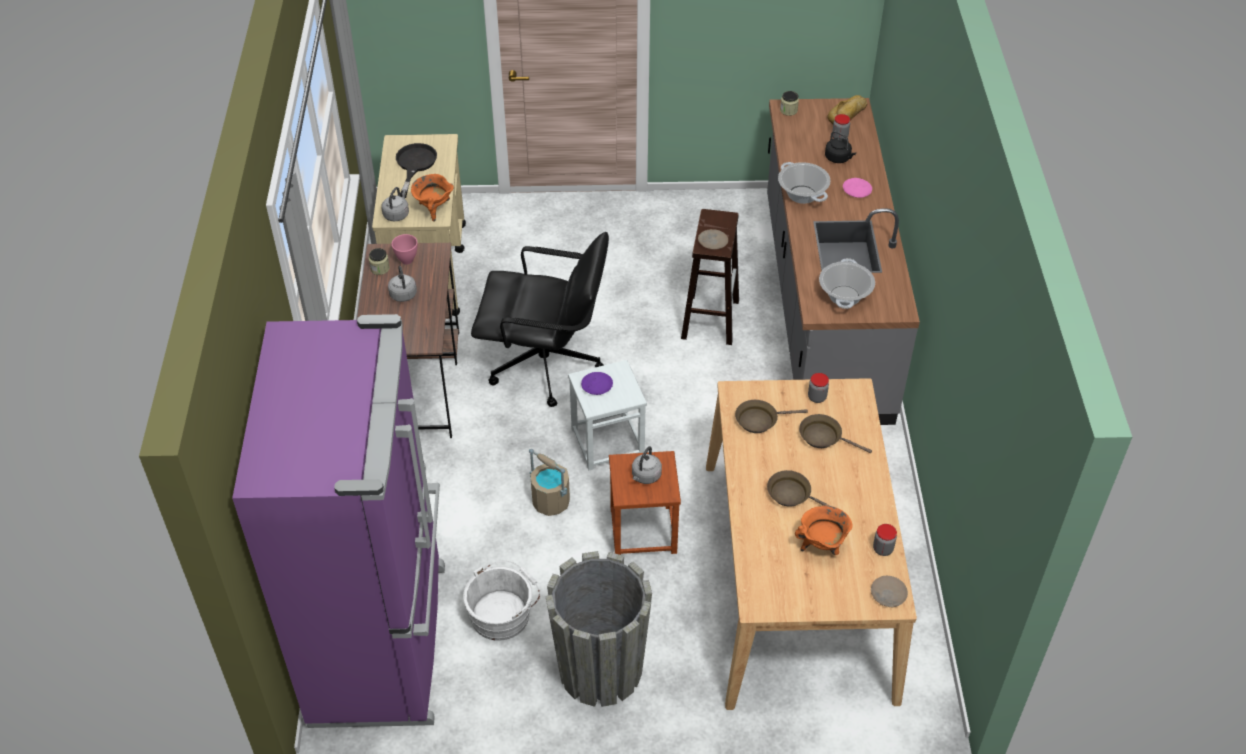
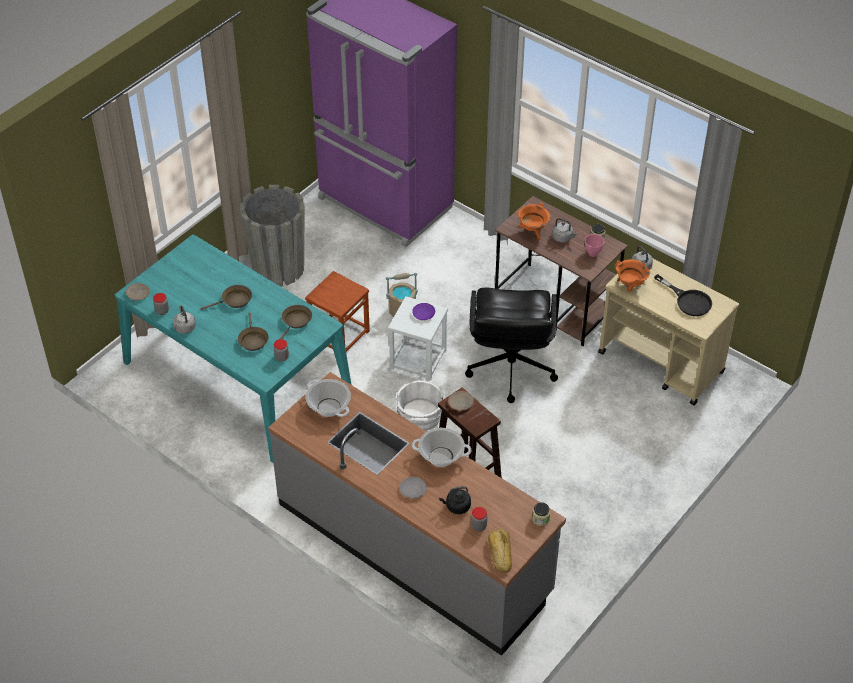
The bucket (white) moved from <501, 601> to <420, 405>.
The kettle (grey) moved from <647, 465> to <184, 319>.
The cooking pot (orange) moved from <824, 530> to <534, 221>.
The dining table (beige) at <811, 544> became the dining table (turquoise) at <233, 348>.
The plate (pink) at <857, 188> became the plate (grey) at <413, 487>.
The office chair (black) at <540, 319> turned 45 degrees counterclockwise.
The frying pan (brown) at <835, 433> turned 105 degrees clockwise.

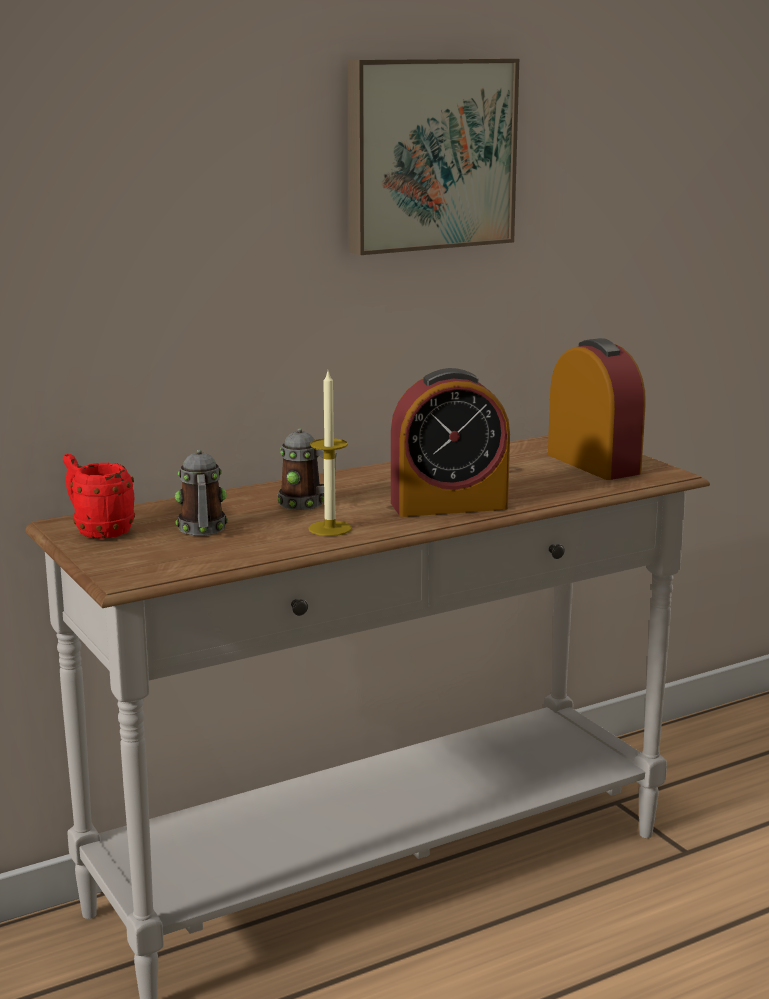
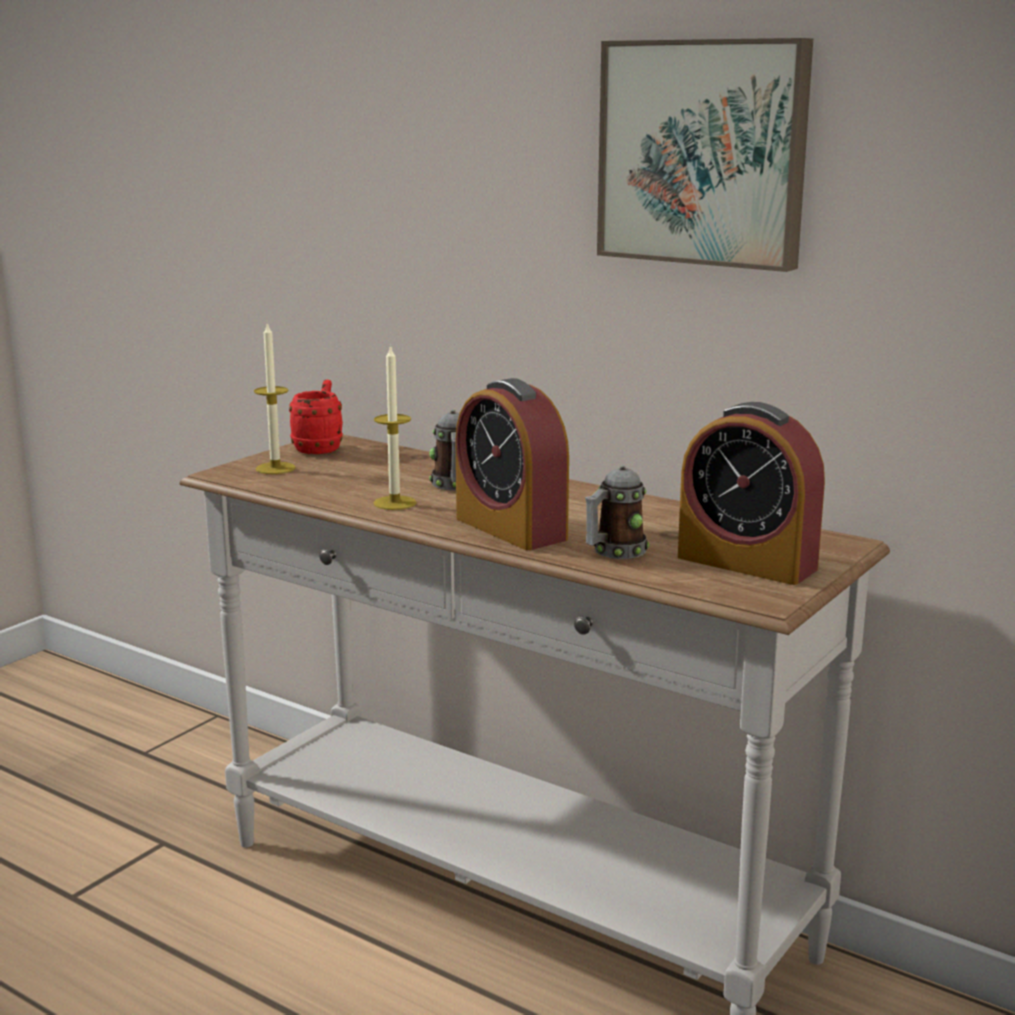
The candle at <275, 398> appeared.
The mug moved from <201, 493> to <617, 512>.
The alarm clock at <597, 409> turned 90 degrees clockwise.

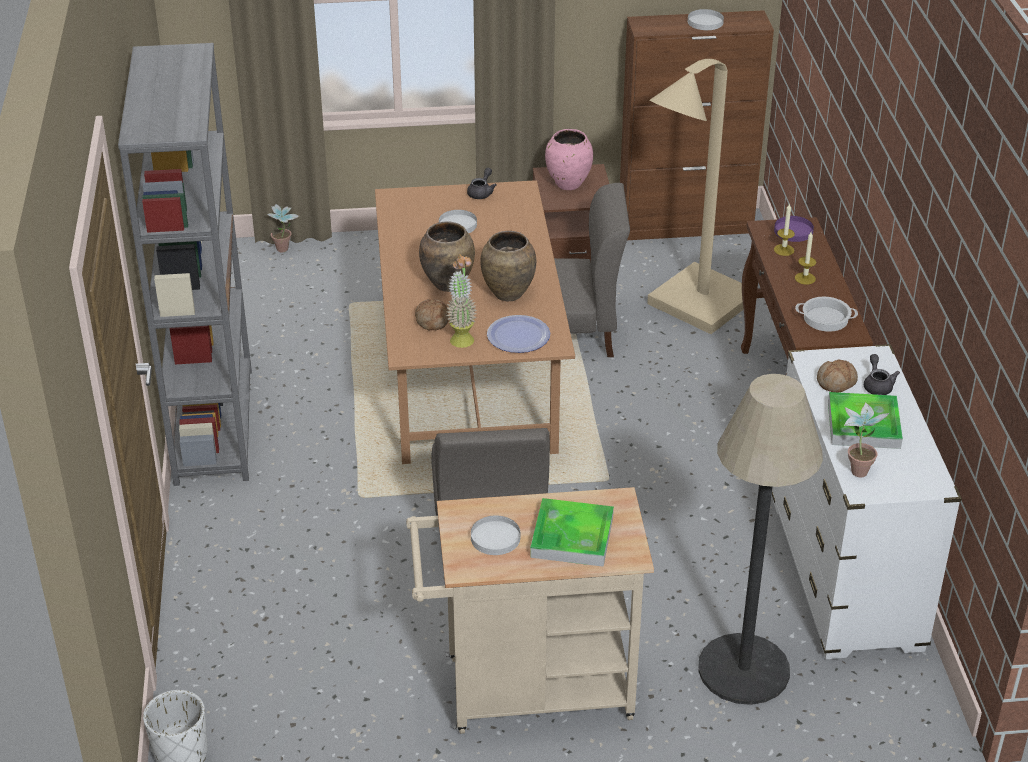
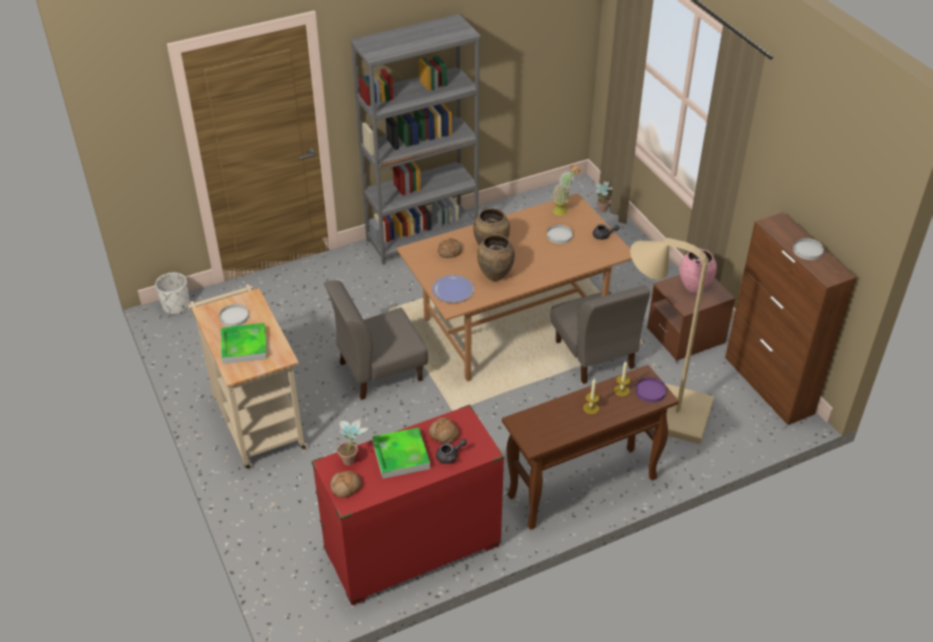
The floor lamp at <760, 539> disappeared.
The cooking pot at <826, 314> disappeared.
The bread at <345, 484> appeared.
The potted plant moved from <461, 301> to <566, 190>.
The dresser (white) at <867, 501> became the dresser (red) at <408, 504>.

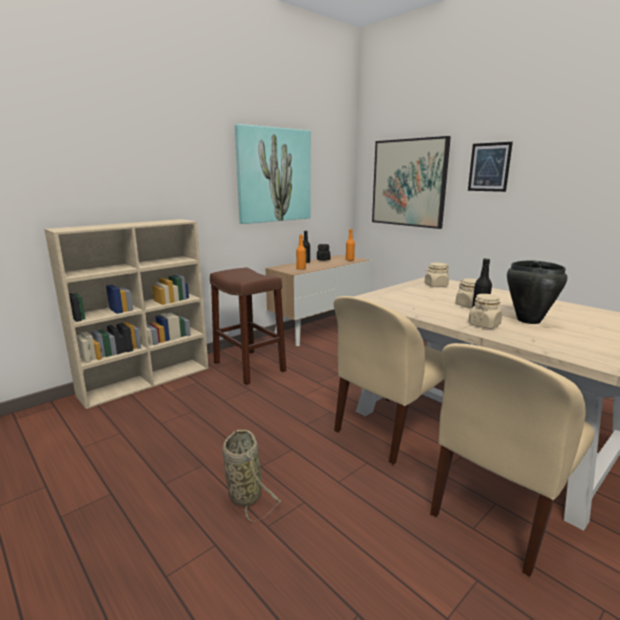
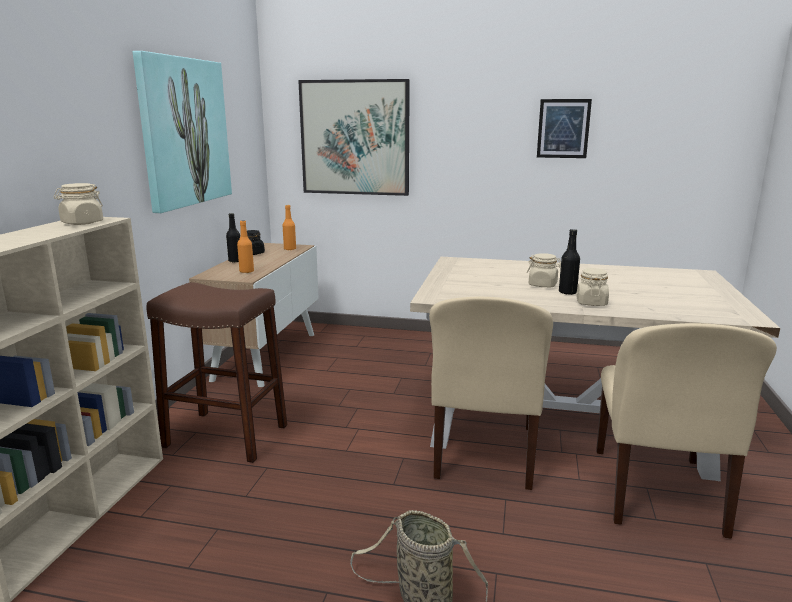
The cooking pot (black) at <537, 292> disappeared.
The jar (beige) moved from <437, 275> to <78, 204>.
The picture moved from <490, 167> to <564, 128>.

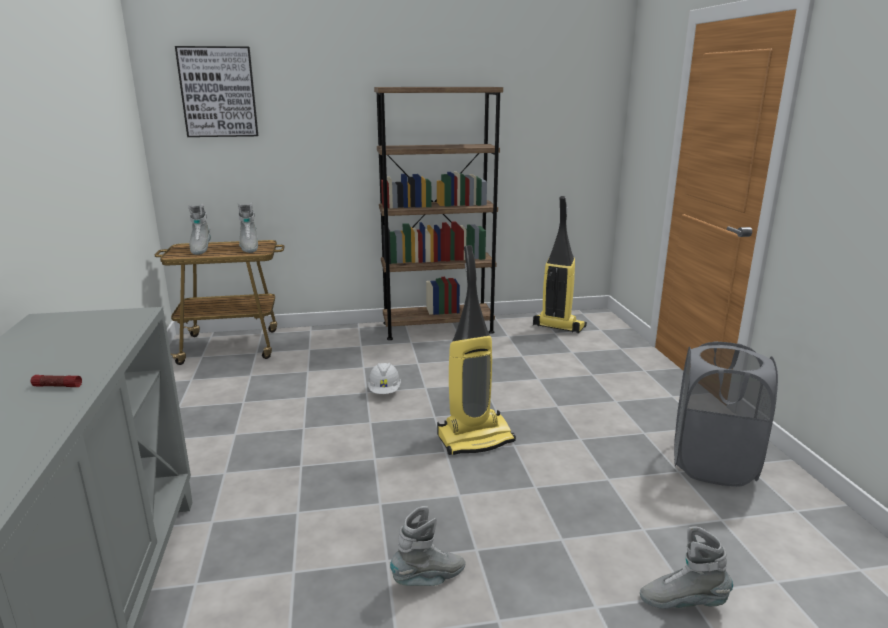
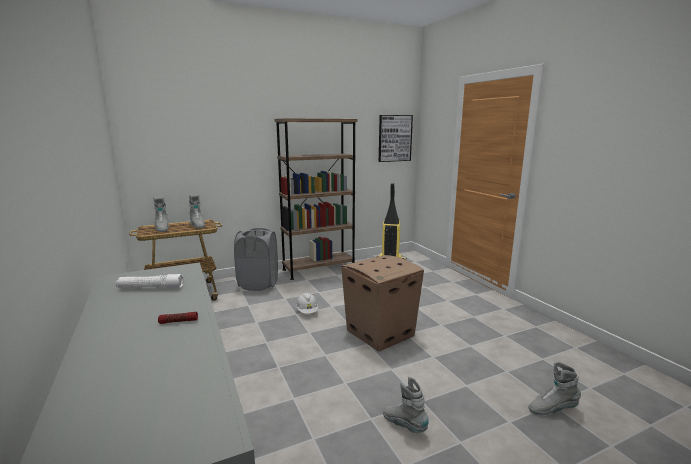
The flashlight (white) at <150, 281> appeared.
The picture moved from <216, 91> to <396, 138>.
The laundry basket (grey) moved from <726, 414> to <256, 259>.
The vacuum cleaner at <476, 350> was replaced by the cardboard box at <382, 303>.
The boot (grey) at <428, 546> turned 90 degrees counterclockwise.

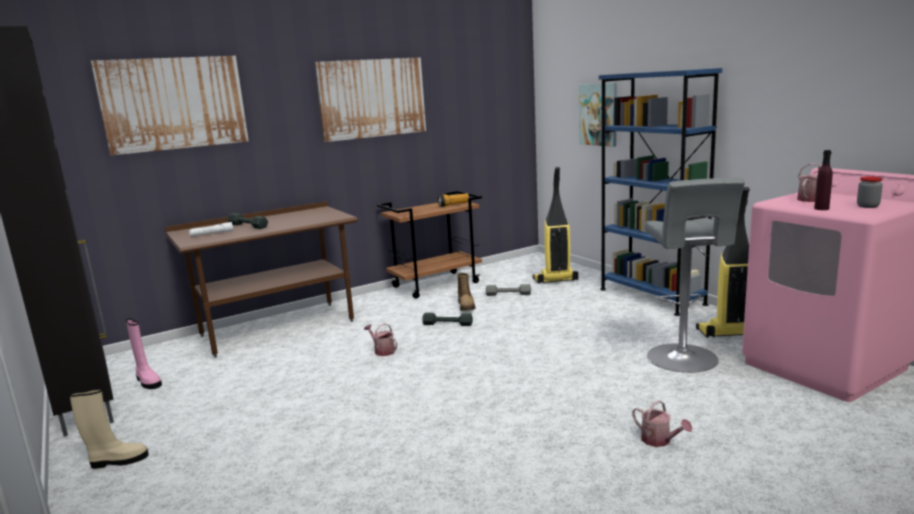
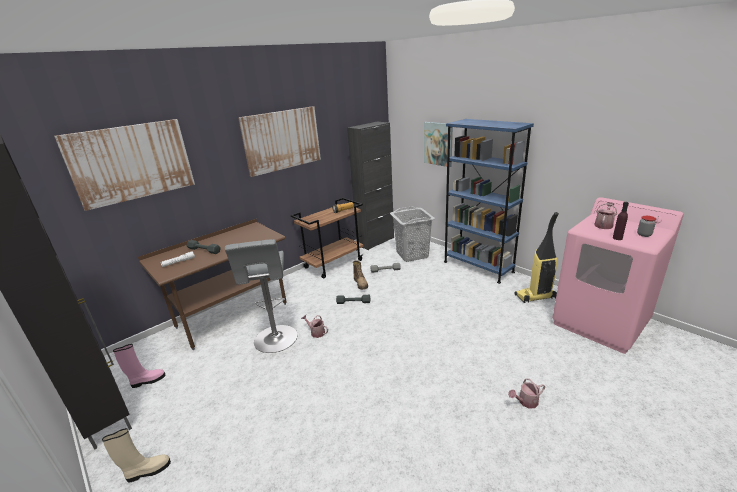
The cabinet (black) at <370, 186> appeared.
The stool (grey) moved from <694, 275> to <261, 296>.
The vacuum cleaner at <555, 225> was replaced by the laundry basket (grey) at <412, 234>.
The boot (pink) at <144, 353> turned 60 degrees counterclockwise.
The watering can at <662, 423> turned 120 degrees clockwise.

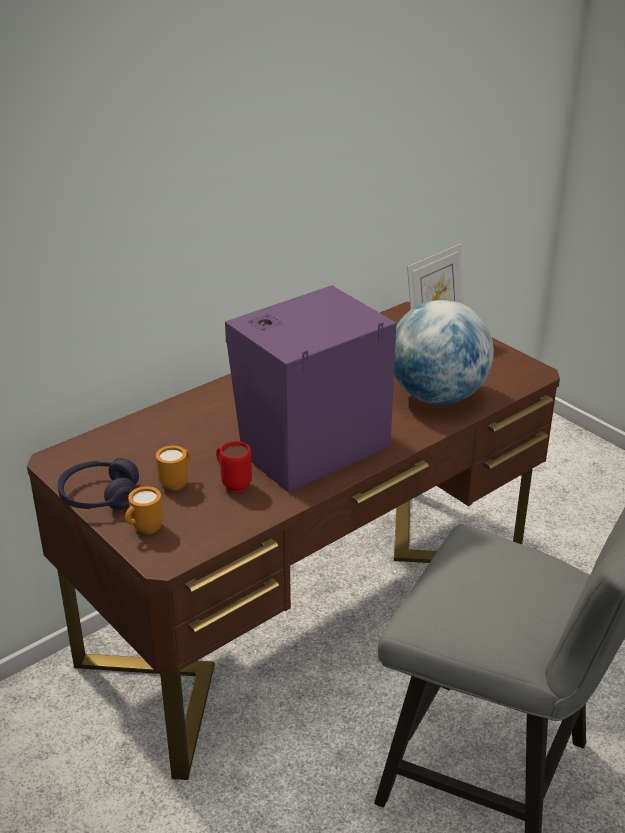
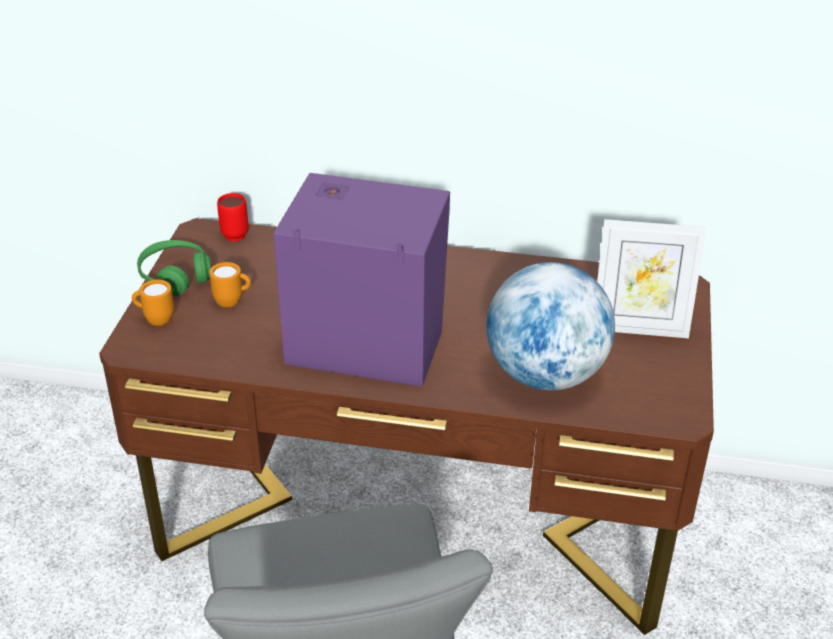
The mug (red) moved from <234, 467> to <233, 217>.
The headphones (purple) at <98, 484> became the headphones (green) at <174, 268>.

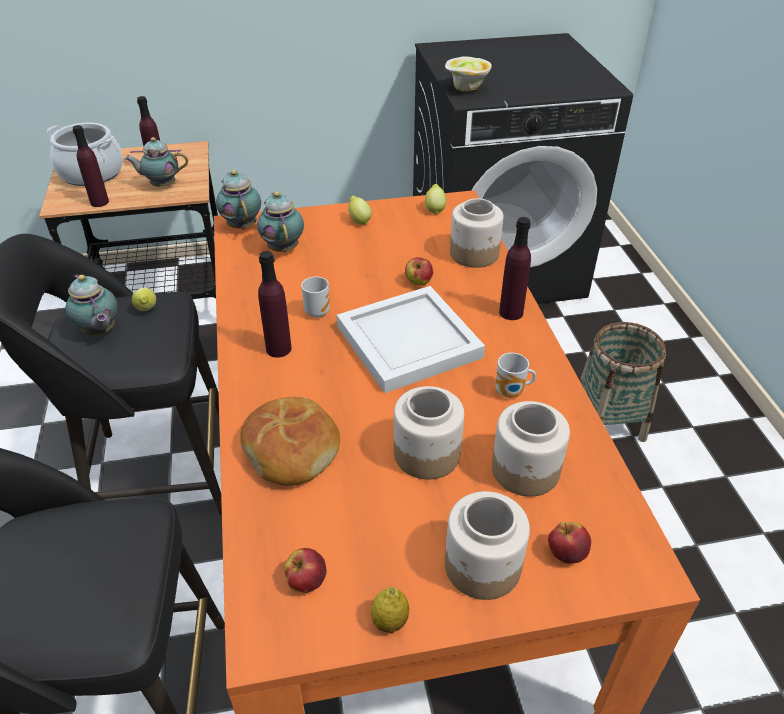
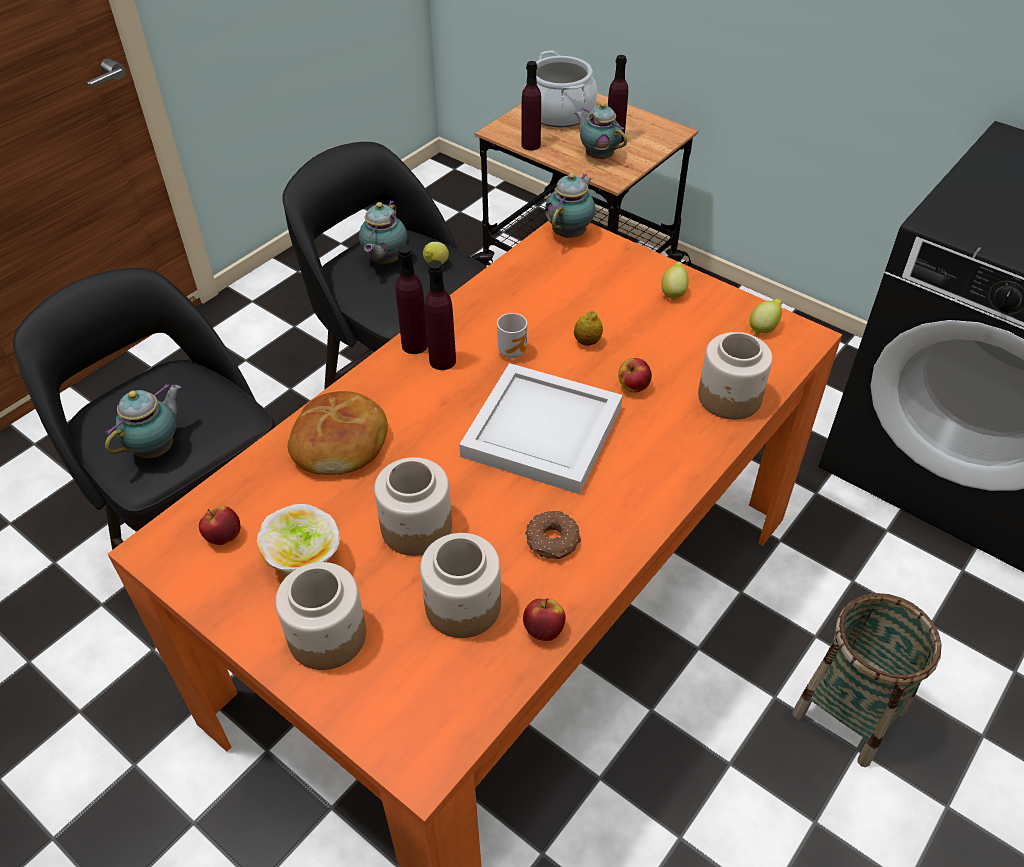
The teapot moved from <280, 221> to <143, 421>.
The lemon moved from <390, 610> to <588, 328>.
The bowl moved from <468, 74> to <298, 540>.
The bottle (purple) moved from <515, 268> to <412, 299>.
The apple moved from <569, 543> to <544, 619>.
The mug at <515, 375> was replaced by the donut at <553, 535>.

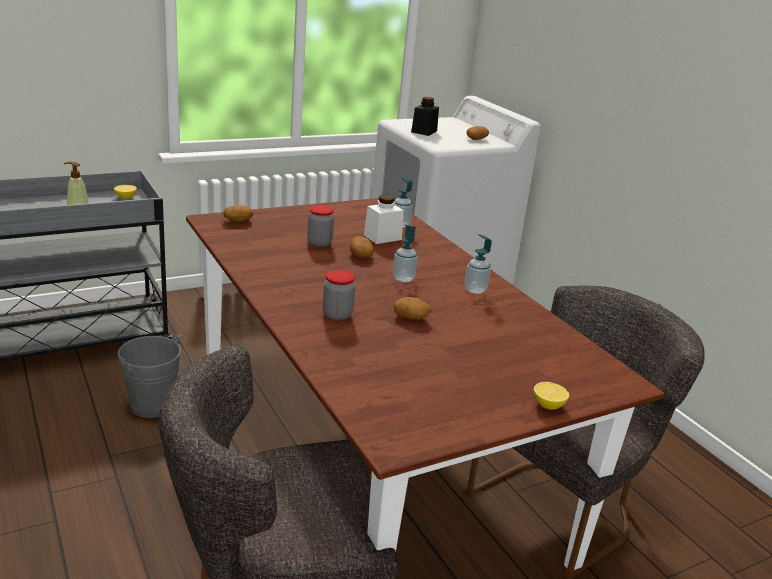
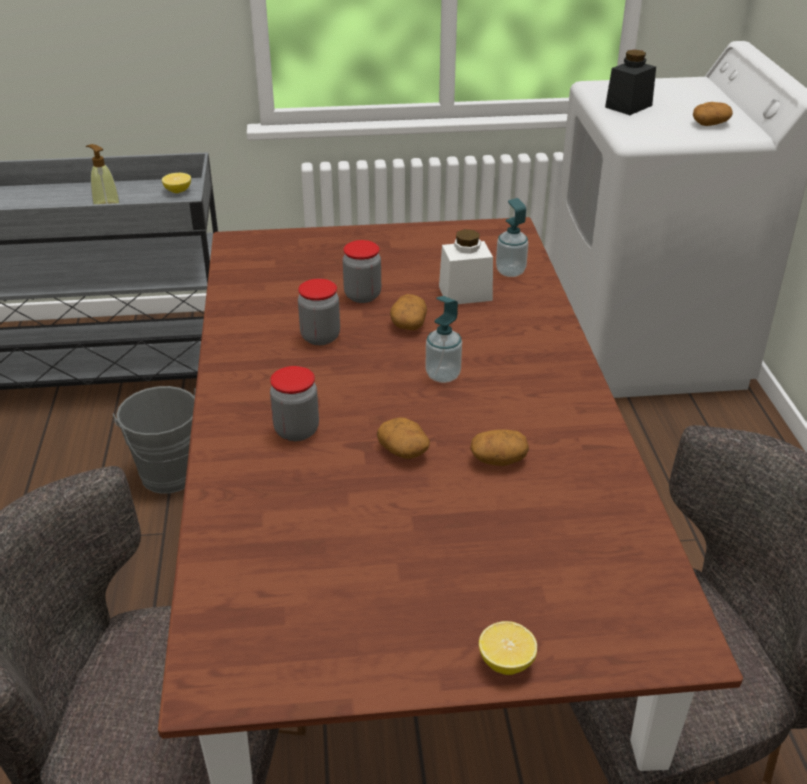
The soap dispenser at <478, 264> disappeared.
The jar at <319, 312> appeared.
The potato moved from <238, 213> to <499, 448>.

